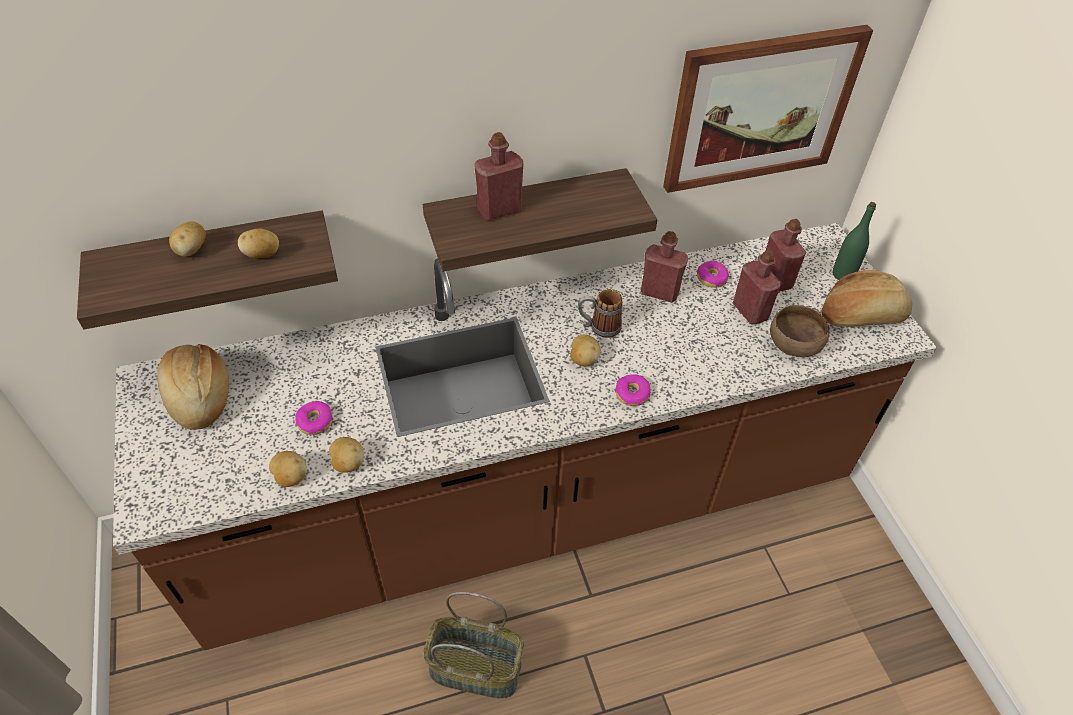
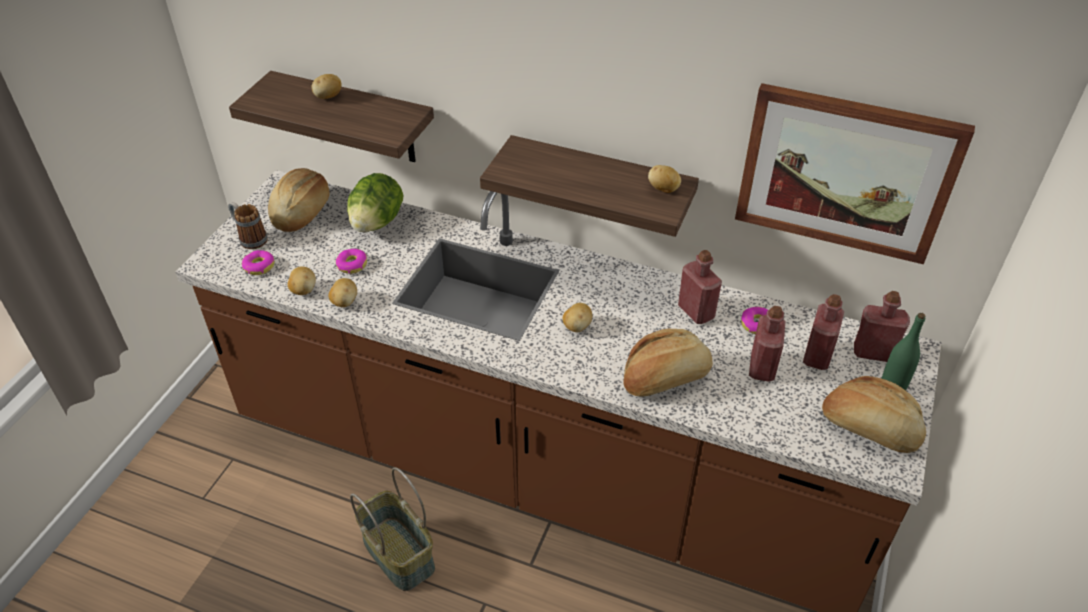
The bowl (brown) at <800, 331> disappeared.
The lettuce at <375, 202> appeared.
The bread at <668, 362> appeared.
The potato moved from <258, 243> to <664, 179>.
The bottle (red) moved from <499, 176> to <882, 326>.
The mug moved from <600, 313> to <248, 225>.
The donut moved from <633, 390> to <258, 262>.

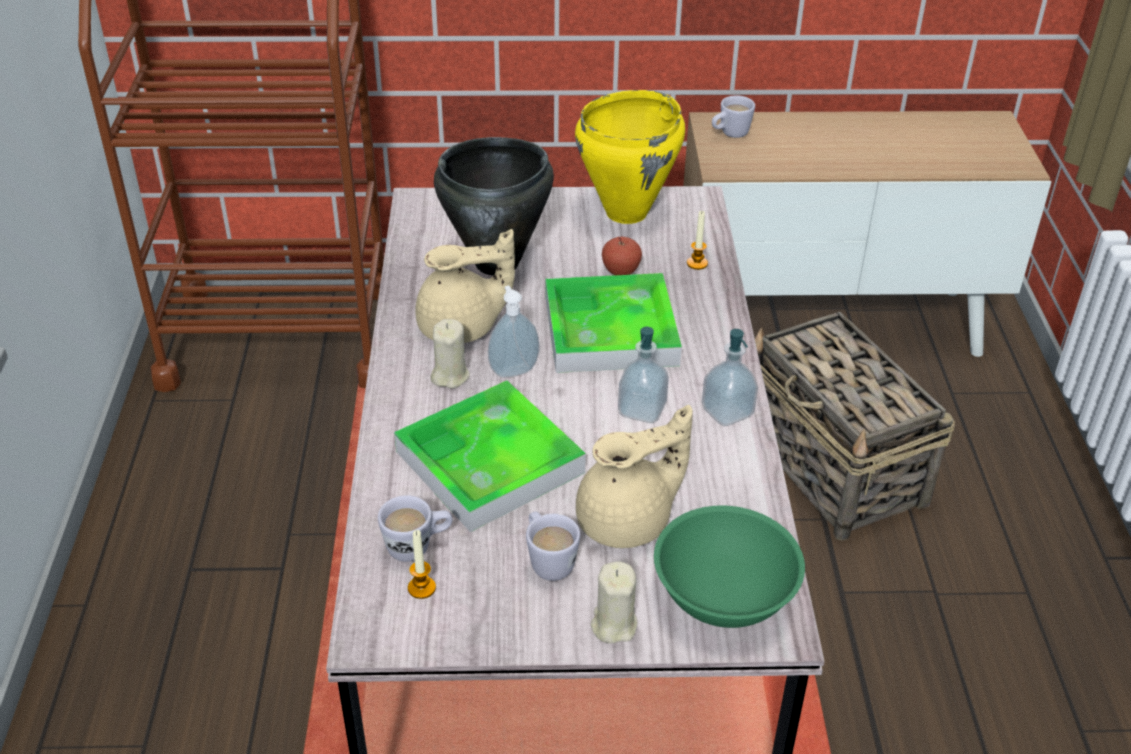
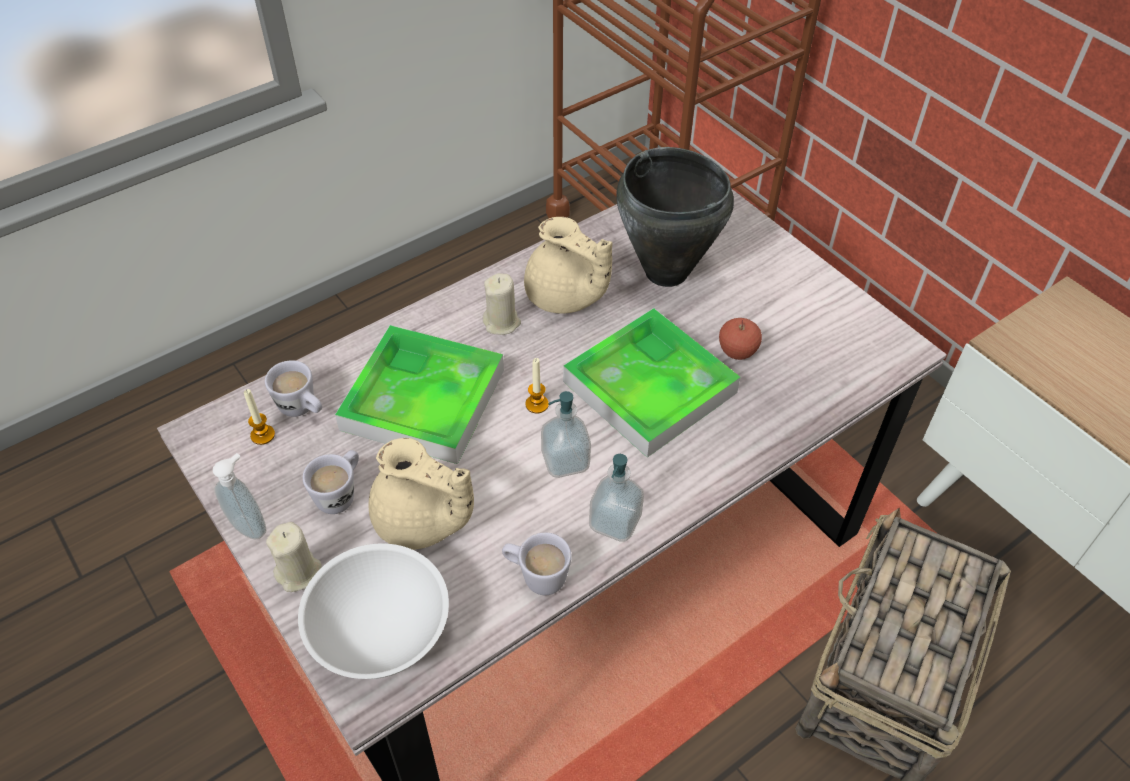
The cooking pot (yellow) at <630, 157> disappeared.
The soap dispenser moved from <514, 331> to <239, 496>.
The candle moved from <697, 240> to <537, 386>.
The mug (white) moved from <733, 116> to <537, 563>.
The bowl (green) at <729, 567> became the bowl (white) at <373, 611>.

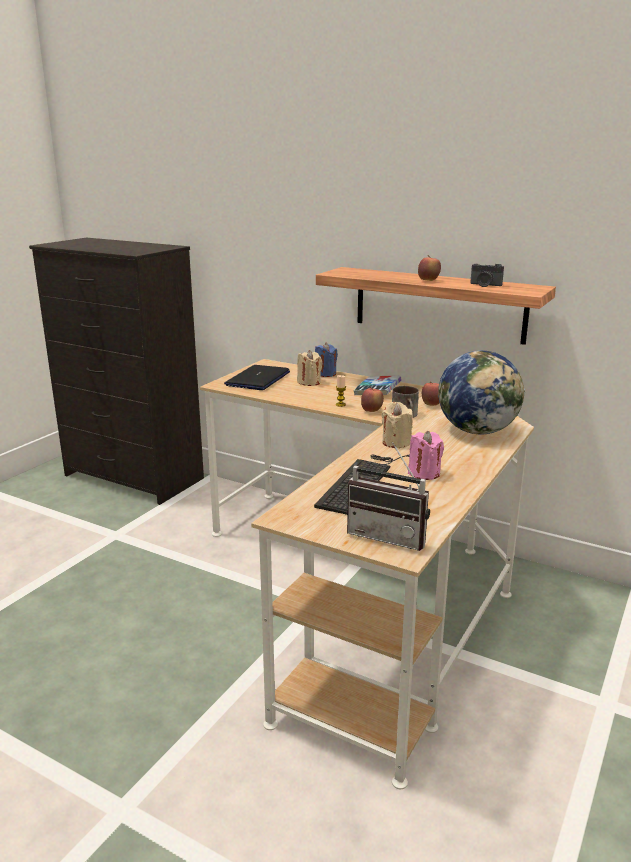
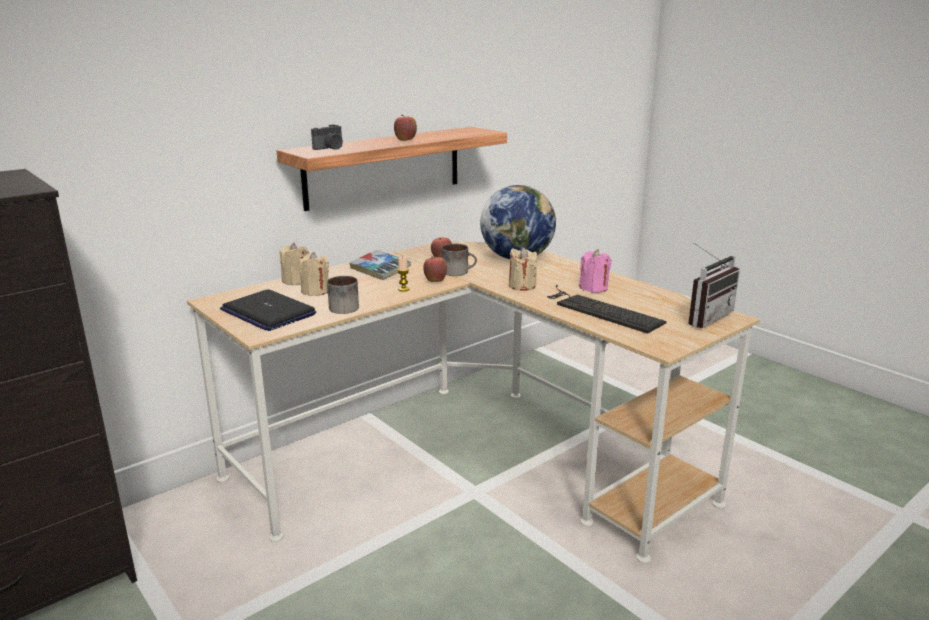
The mug at <343, 295> appeared.
The photo camera moved from <487, 275> to <327, 137>.
The candle (blue) at <326, 359> became the candle (beige) at <294, 264>.

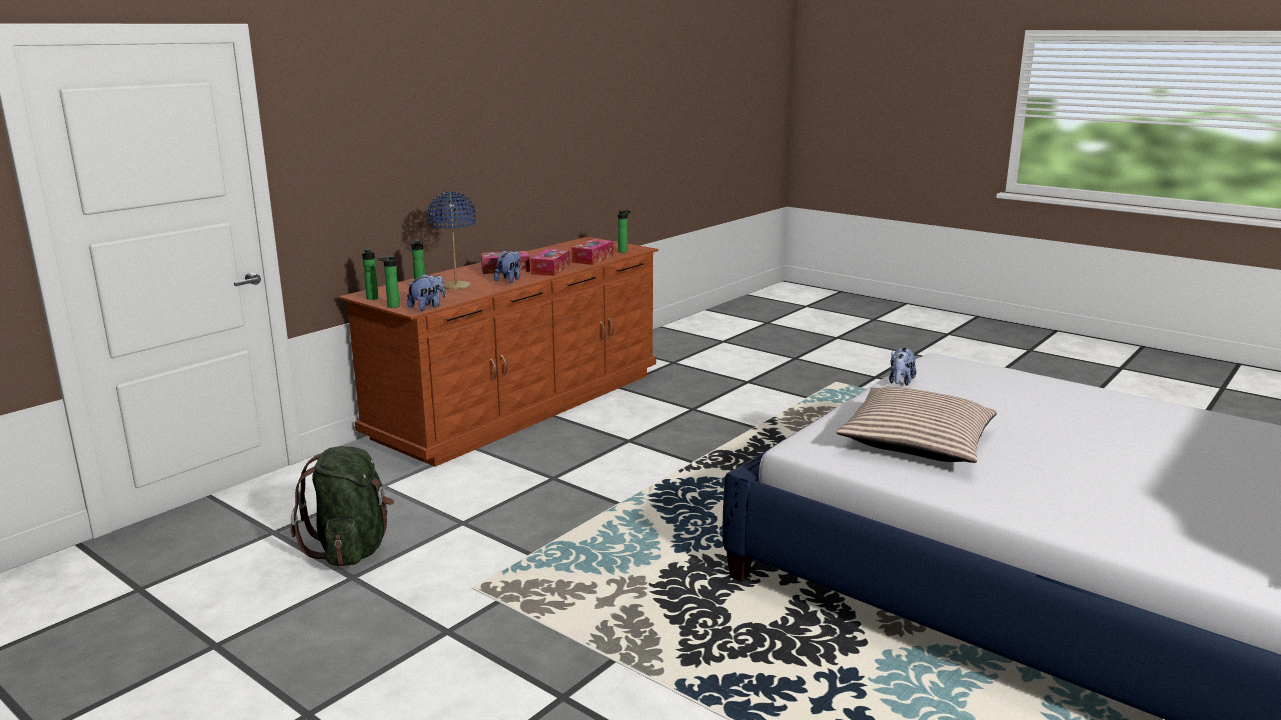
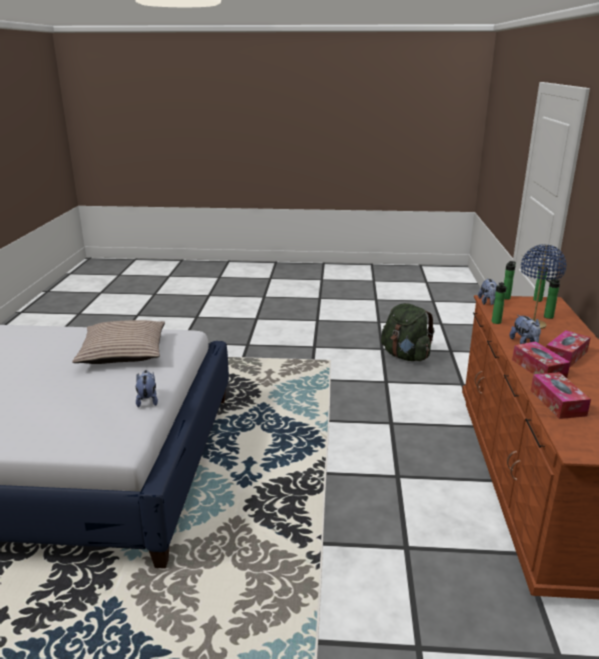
The bottle moved from <624, 231> to <499, 303>.

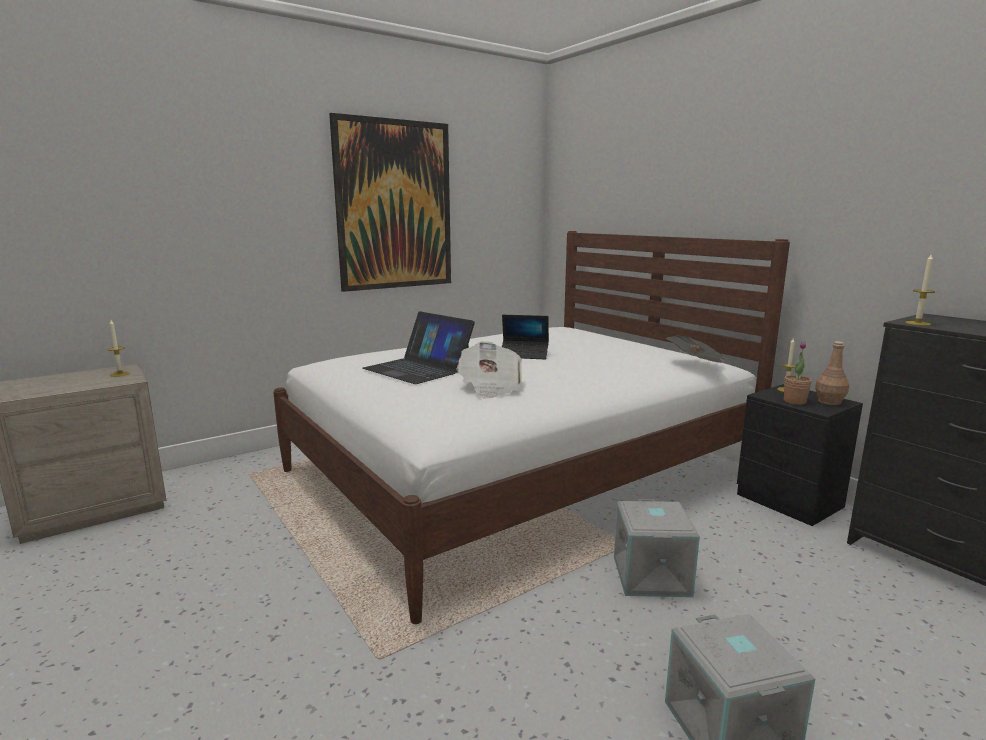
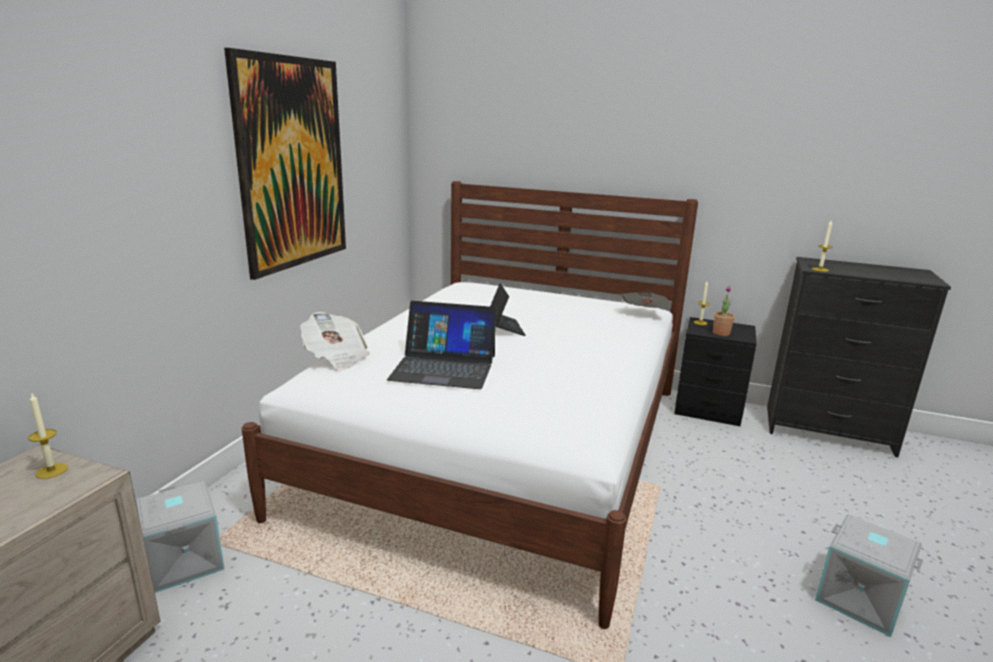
The bottle (brown) at <832, 373> disappeared.
The newspaper moved from <489, 370> to <335, 341>.
The storage box (grey) moved from <657, 548> to <180, 537>.
The laptop at <525, 337> turned 75 degrees counterclockwise.

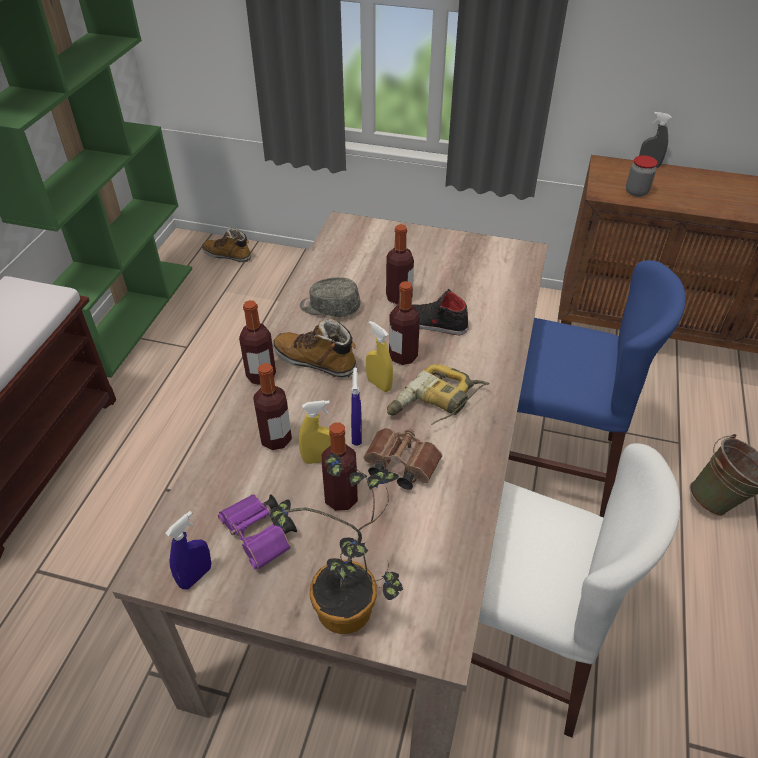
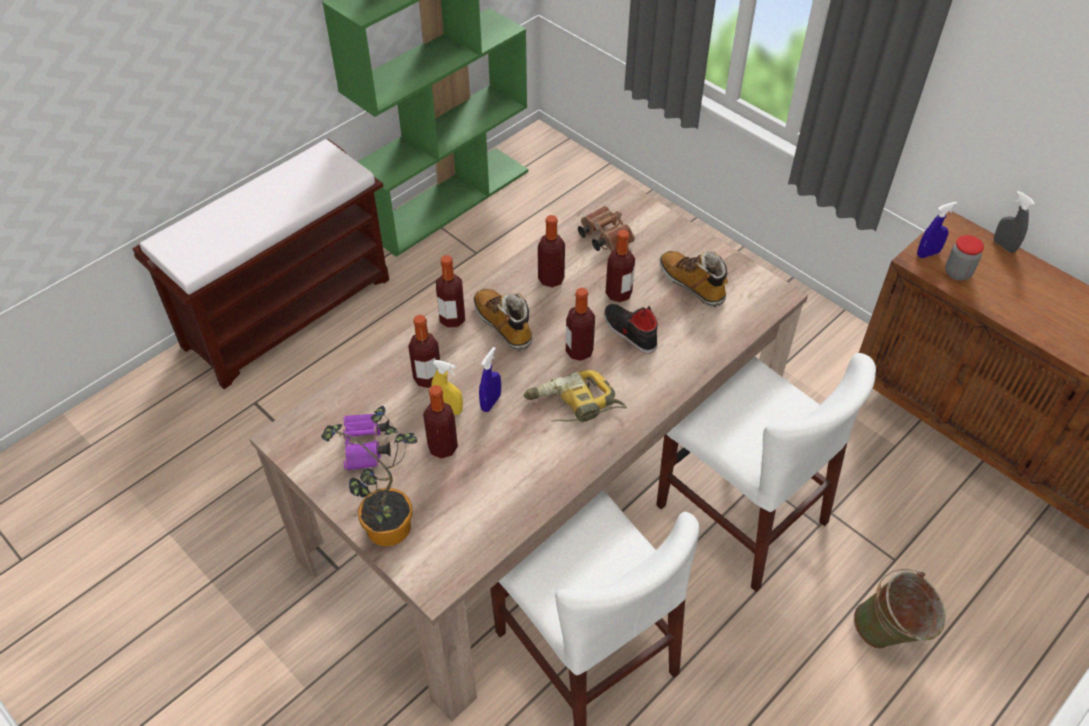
The spray bottle (yellow) at <379, 356> disappeared.
The spray bottle (blue) moved from <188, 550> to <937, 230>.
The boot moved from <226, 245> to <694, 279>.
The binoculars (brown) moved from <403, 459> to <606, 228>.
The cap (grey) at <330, 297> was replaced by the bottle at <551, 251>.
The chair (blue) at <597, 388> became the chair (white) at <766, 472>.

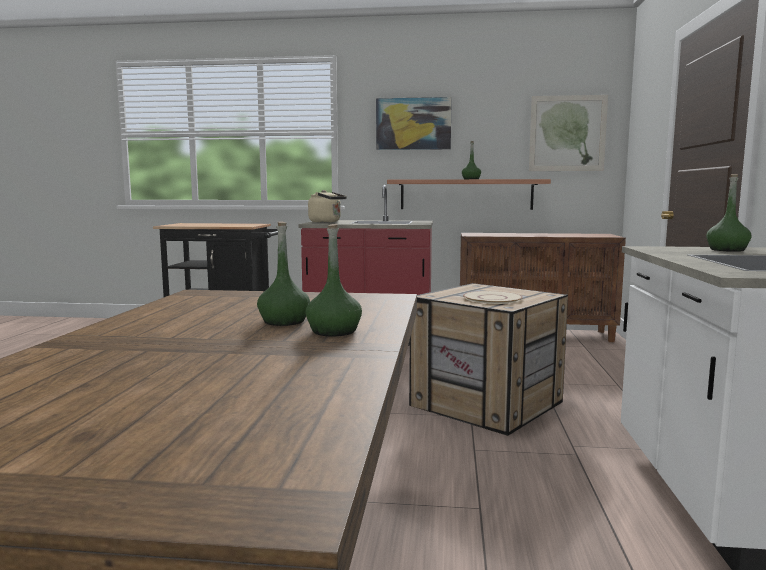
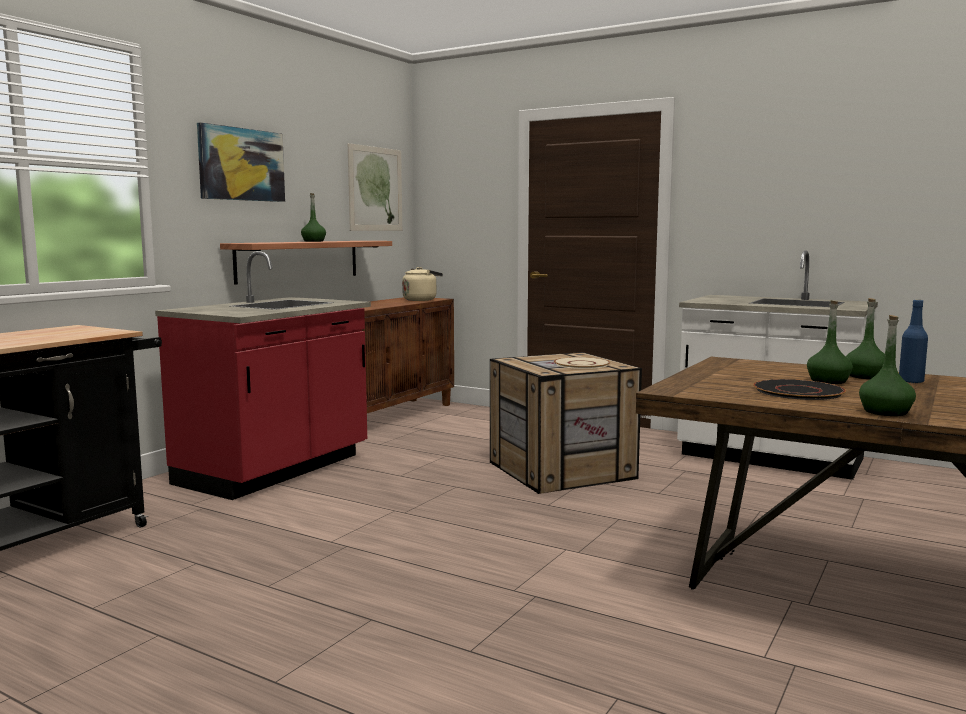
The plate (black) at <799, 389> appeared.
The bottle (blue) at <913, 342> appeared.
The kettle (beige) moved from <327, 206> to <422, 284>.
The bottle (green) moved from <729, 213> to <887, 365>.

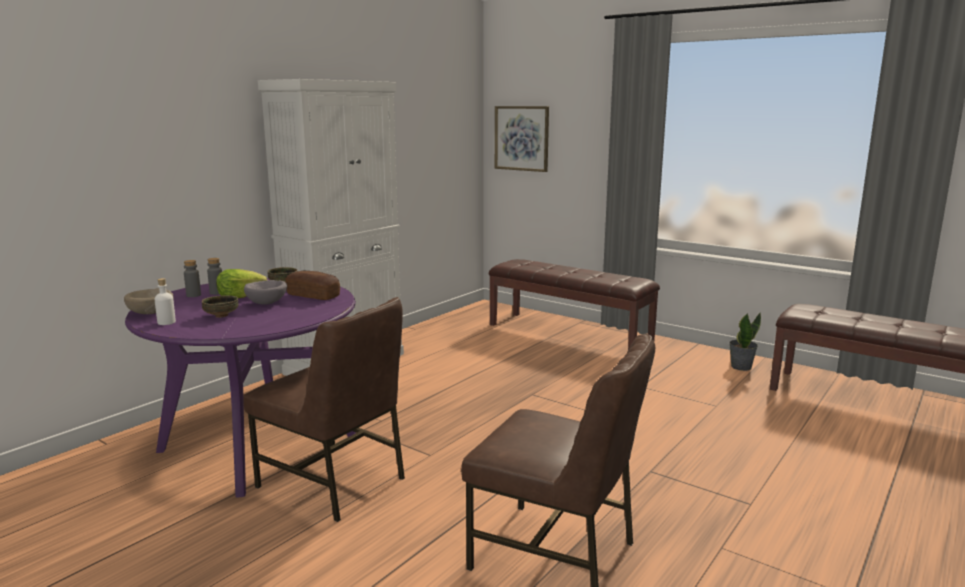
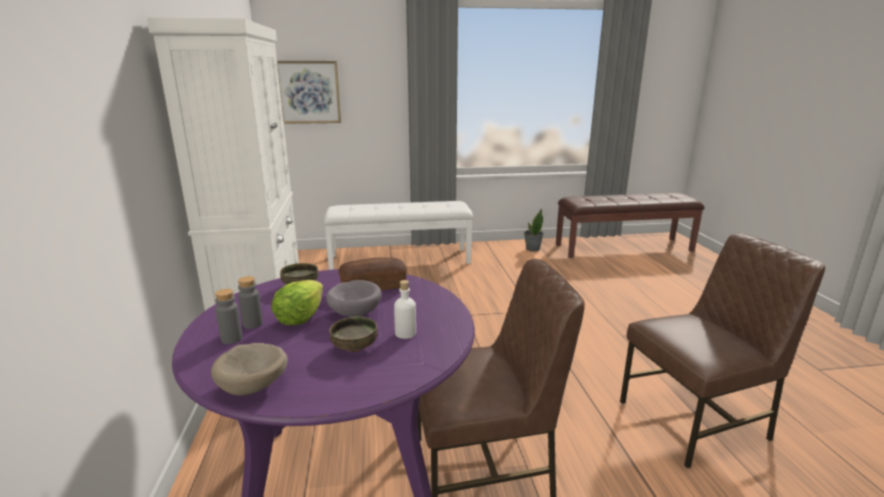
The bottle (white) moved from <165, 301> to <405, 309>.
The bench (brown) at <574, 304> became the bench (white) at <398, 235>.

